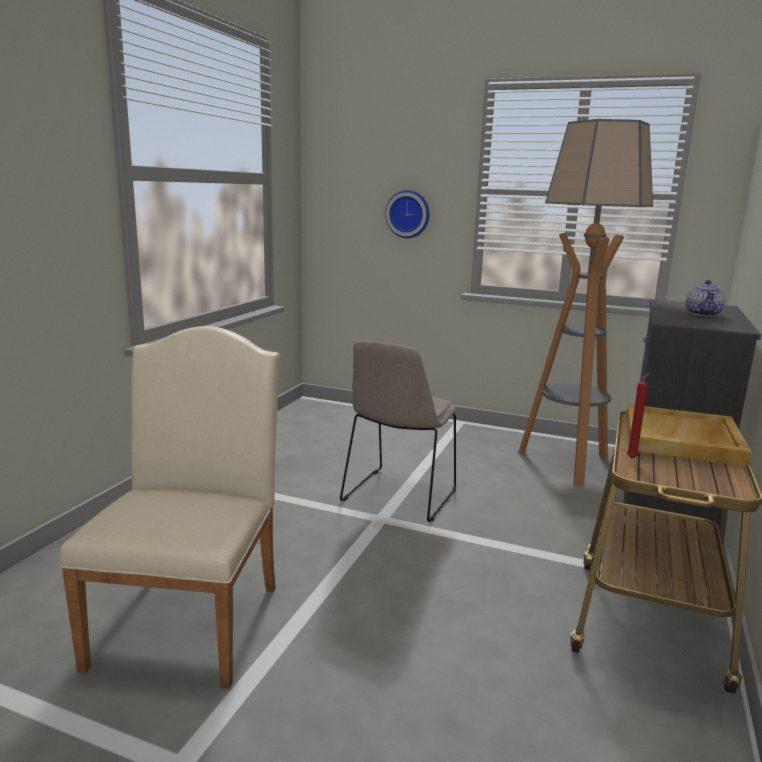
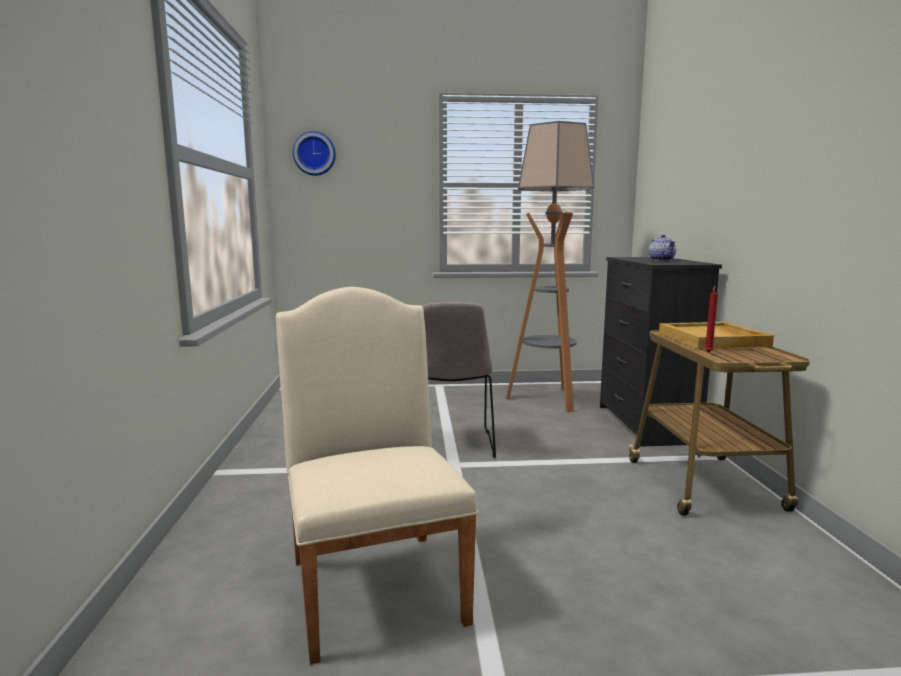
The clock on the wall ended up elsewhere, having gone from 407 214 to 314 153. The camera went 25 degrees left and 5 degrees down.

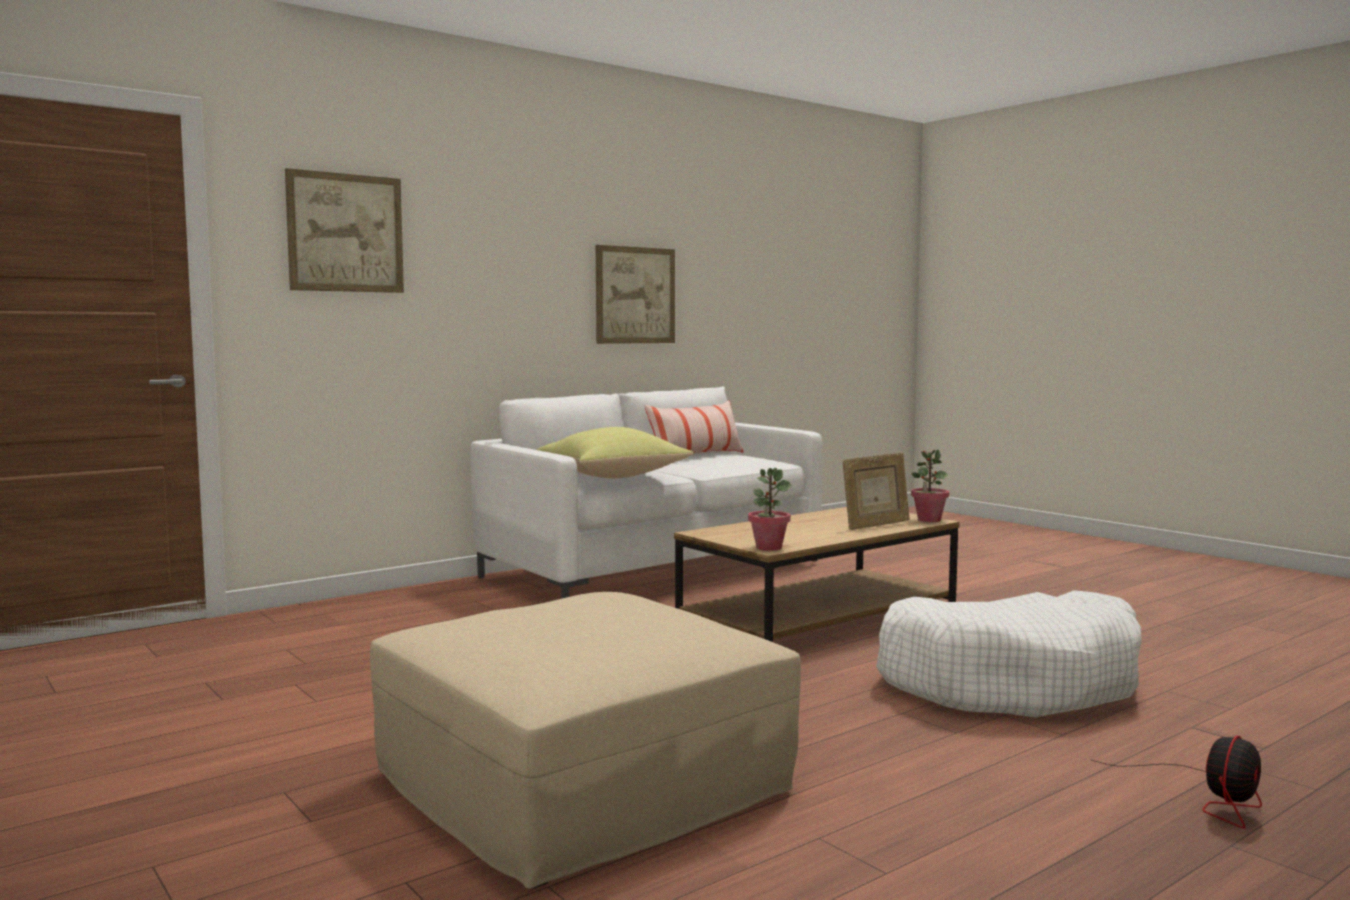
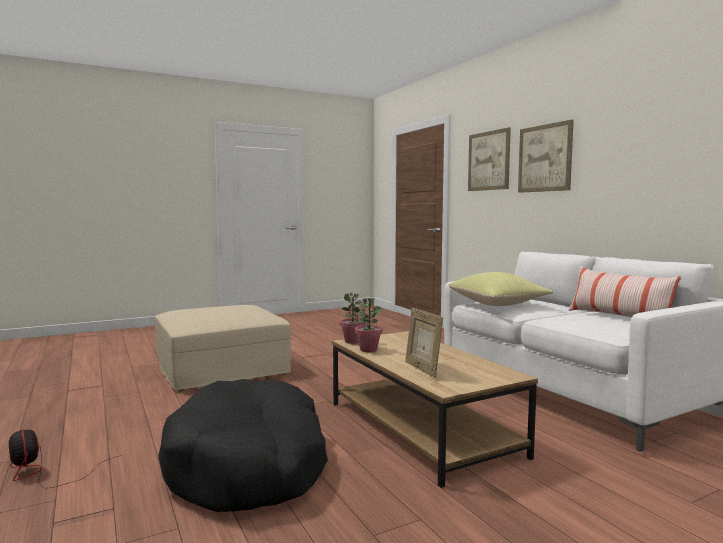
What was the whitish dog cushion at 1008 654 turned into the black dog cushion at 243 445. The plant in a pot ended up elsewhere, having gone from 930 486 to 369 325. The picture ended up elsewhere, having gone from 635 294 to 546 156. The camera went 100 degrees right and 0 degrees up.

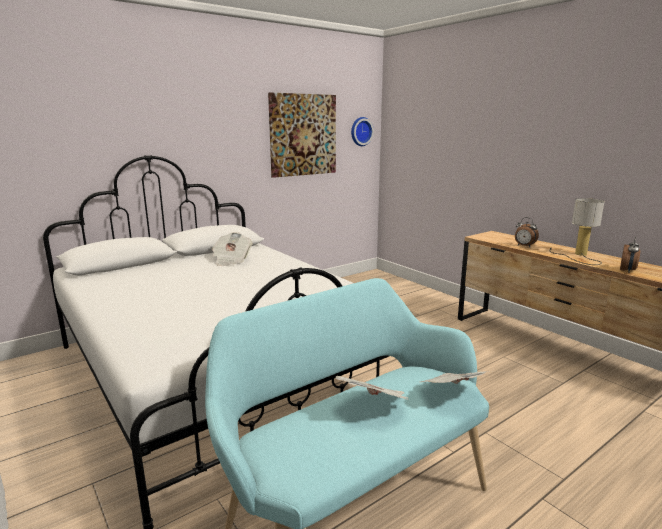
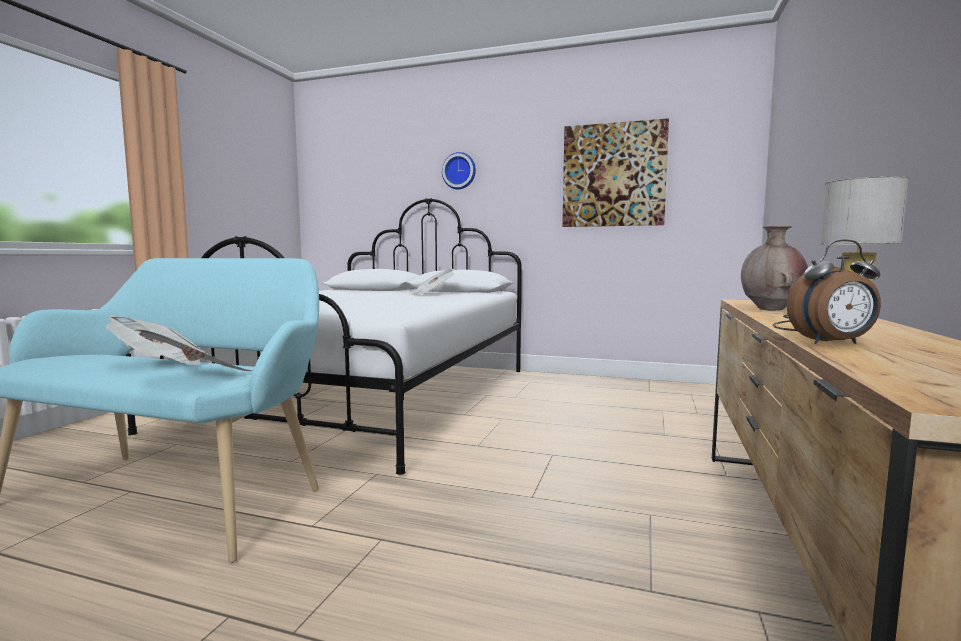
The clock on the wall ended up elsewhere, having gone from 362 131 to 459 170. Where the alarm clock stood at 527 232, the brown flower vase came to stand at 774 268. The camera went 55 degrees right and 10 degrees down.

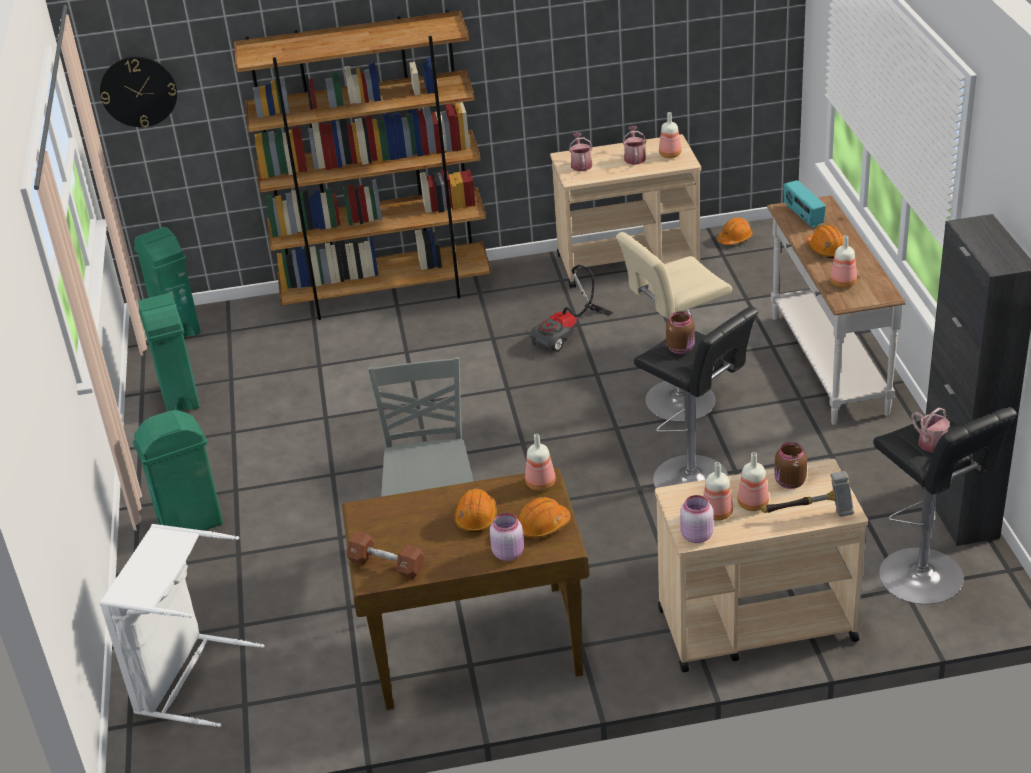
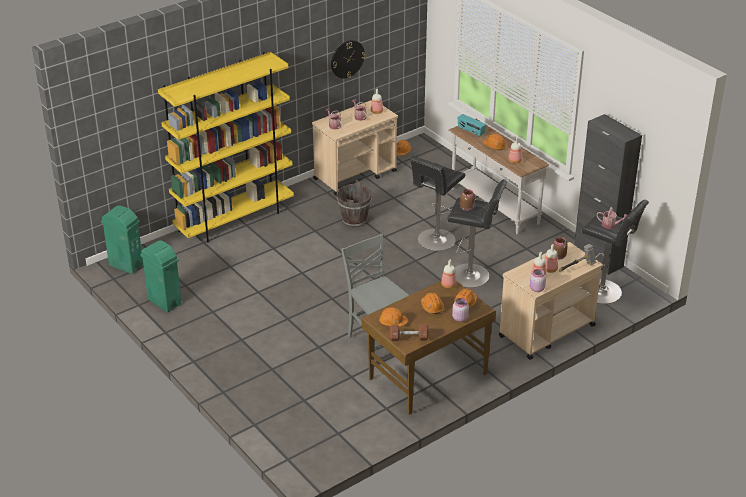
What was the brown bookcase at 362 164 turned into the yellow bookcase at 226 147. The clock on the wall ended up elsewhere, having gone from 138 92 to 348 59. Where the hoover stood at 571 309, the brown bucket came to stand at 354 204. The second view gained the orangey safety helmet at 393 317. What was the beige stool at 673 327 turned into the black stool at 437 203. The second view lost the whitish washing basket at 182 625. The second view lost the green-coloured trash can at 178 470. The camera went 30 degrees left and 0 degrees up.

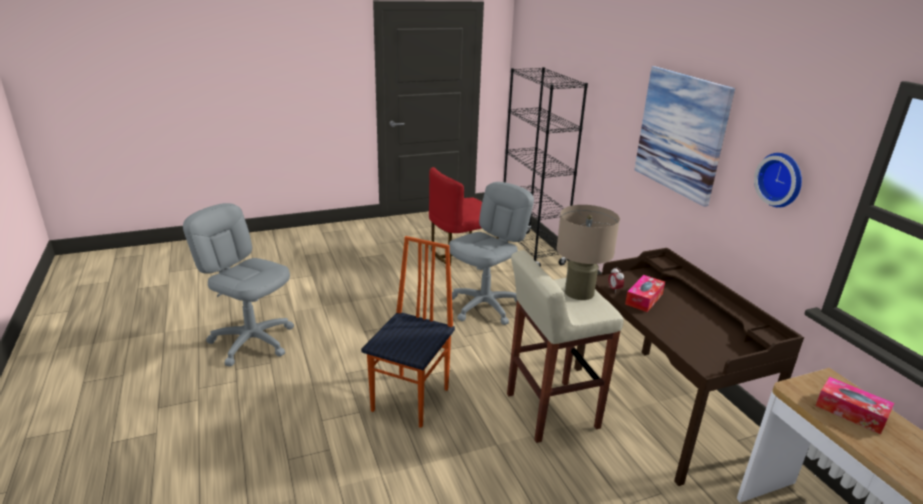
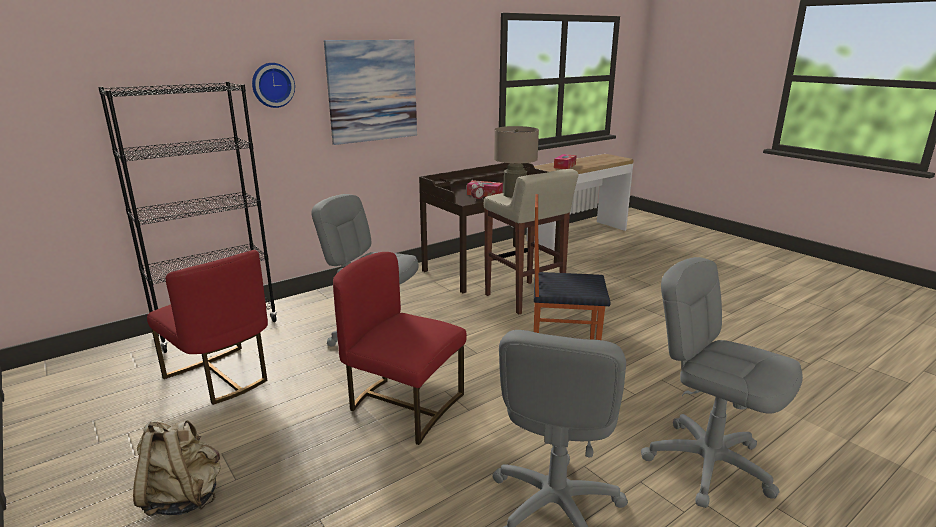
The second view gained the beige backpack at 177 468. The clock on the wall ended up elsewhere, having gone from 778 180 to 273 85. The second view gained the red upright chair at 400 348. The second view gained the grey office chair at 722 382. The camera went 105 degrees left and 5 degrees down.

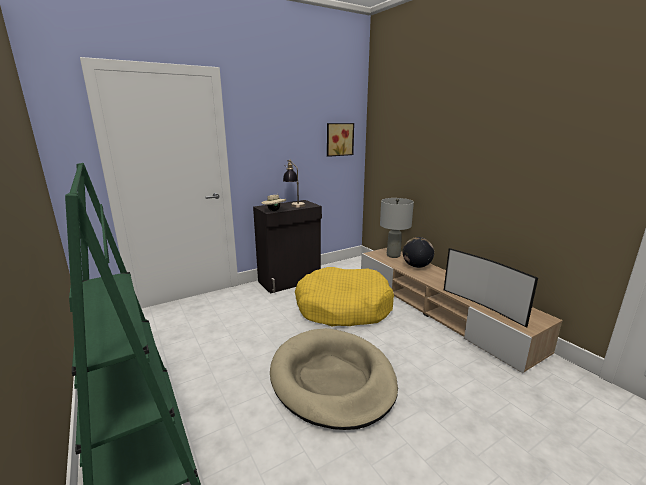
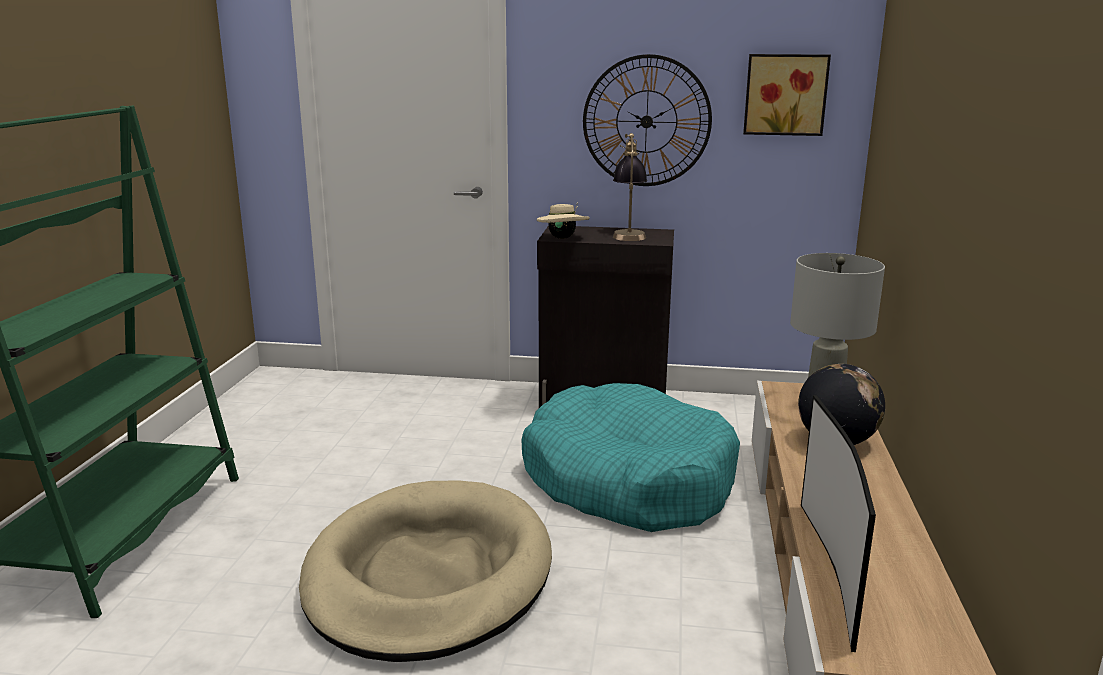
What was the yellow dog cushion at 344 297 turned into the turquoise-coloured dog cushion at 630 457. The second view gained the clock on the wall at 647 120. The camera went 40 degrees right and 0 degrees up.

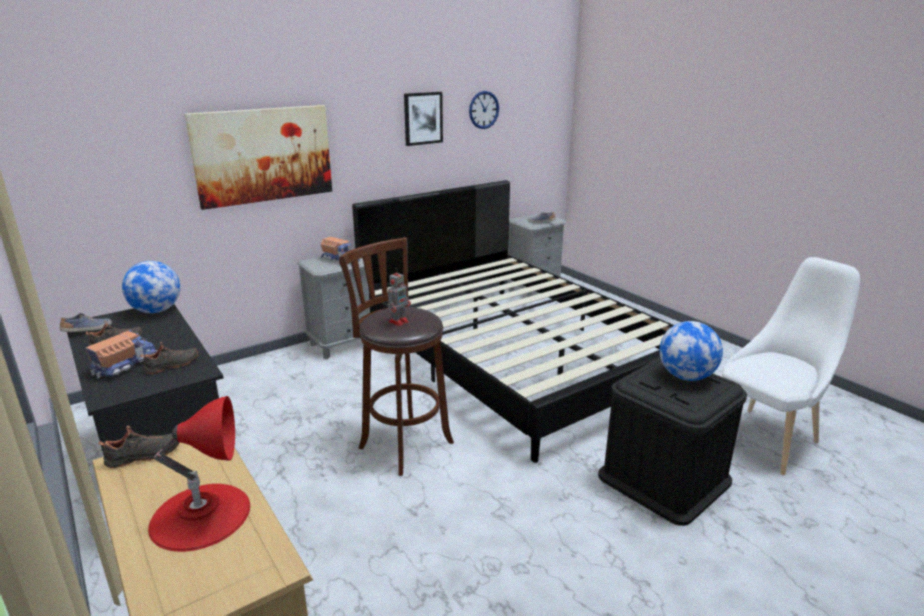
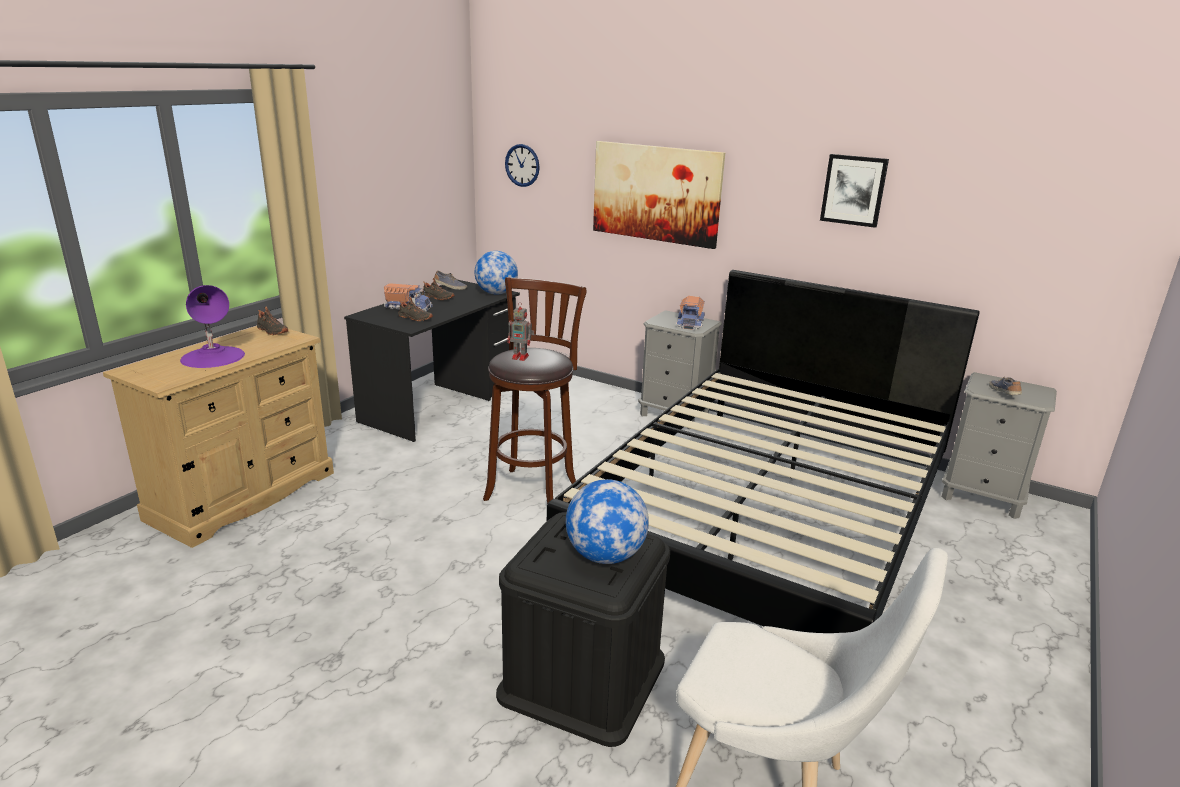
What was the red lamp for a table at 199 474 turned into the purple lamp for a table at 212 326. The clock on the wall ended up elsewhere, having gone from 484 110 to 522 165. The camera went 65 degrees right and 0 degrees up.

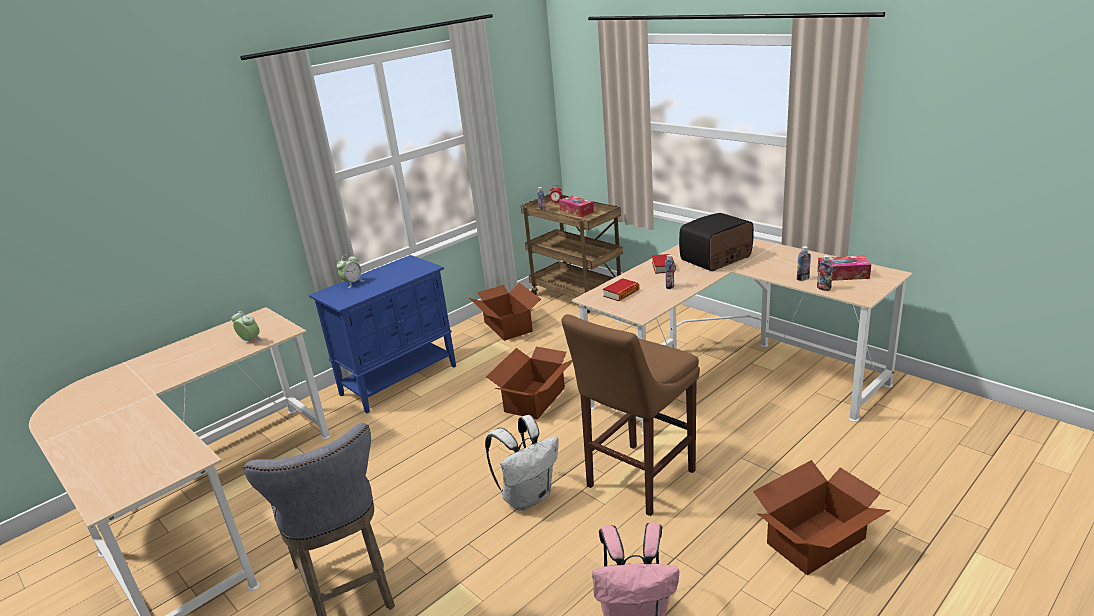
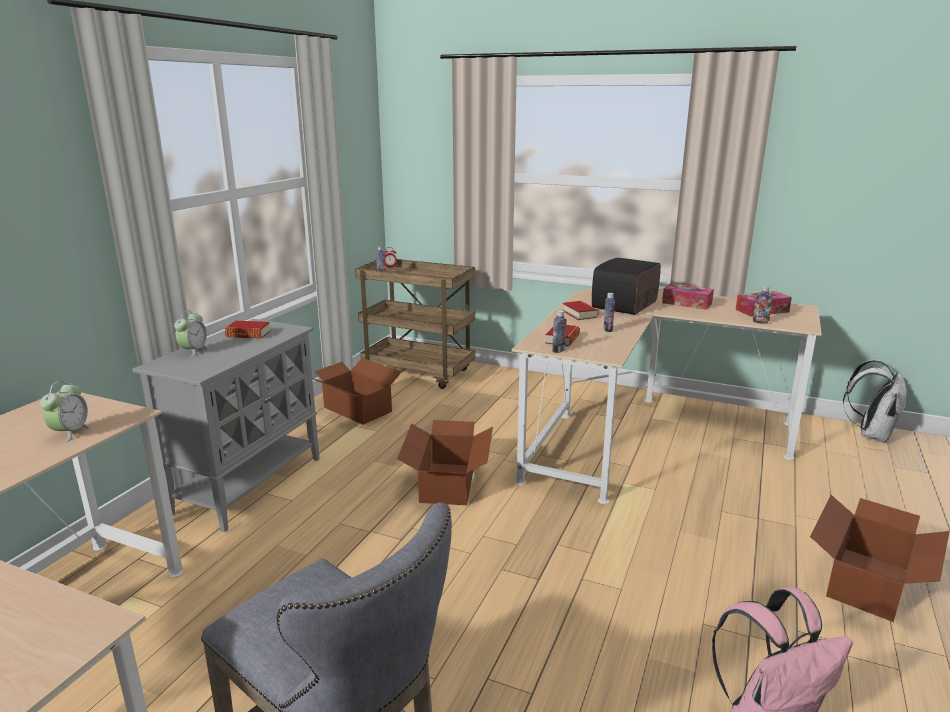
The alarm clock at 247 326 ended up facing another way, 90 degrees clockwise from before. What was the blue-coloured cabinet at 382 334 turned into the grey cabinet at 226 425. The second view gained the book at 248 330. The drink bottle ended up elsewhere, having gone from 804 263 to 559 331. The tissue box ended up elsewhere, having gone from 576 206 to 688 297. The whitish backpack ended up elsewhere, having gone from 522 463 to 875 401. The second view lost the brown stool at 631 415. The camera went 25 degrees left and 5 degrees down.

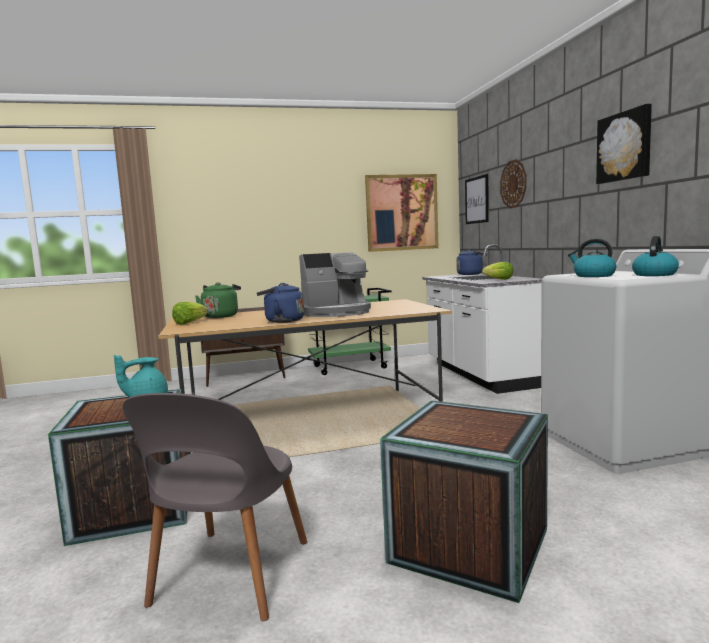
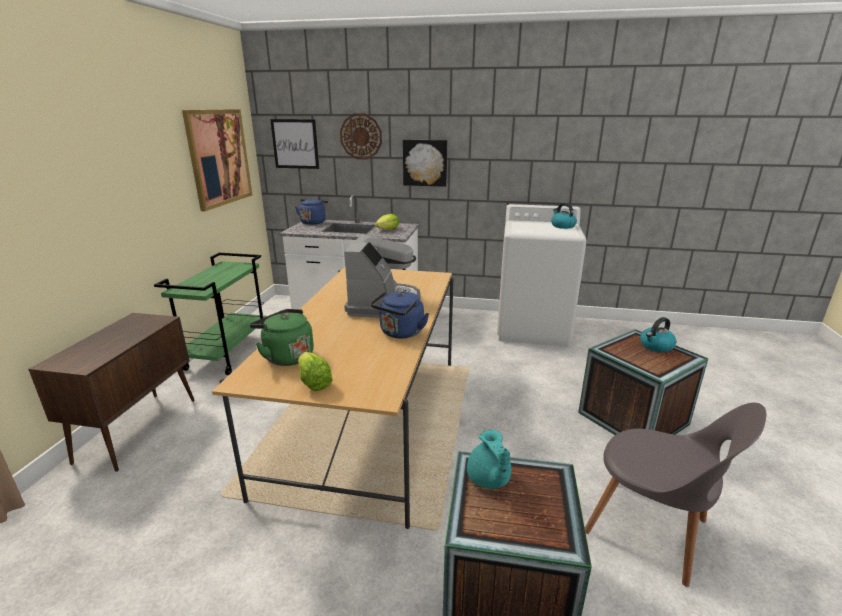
The picture ended up elsewhere, having gone from 624 144 to 425 163. The water kettle ended up elsewhere, having gone from 592 258 to 658 334. The camera went 65 degrees left and 15 degrees up.

